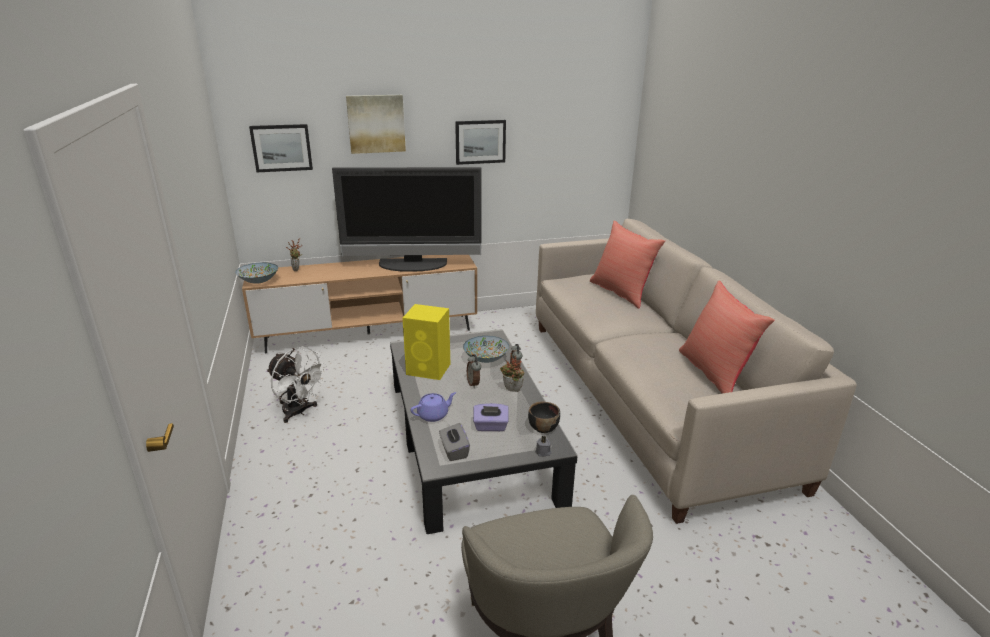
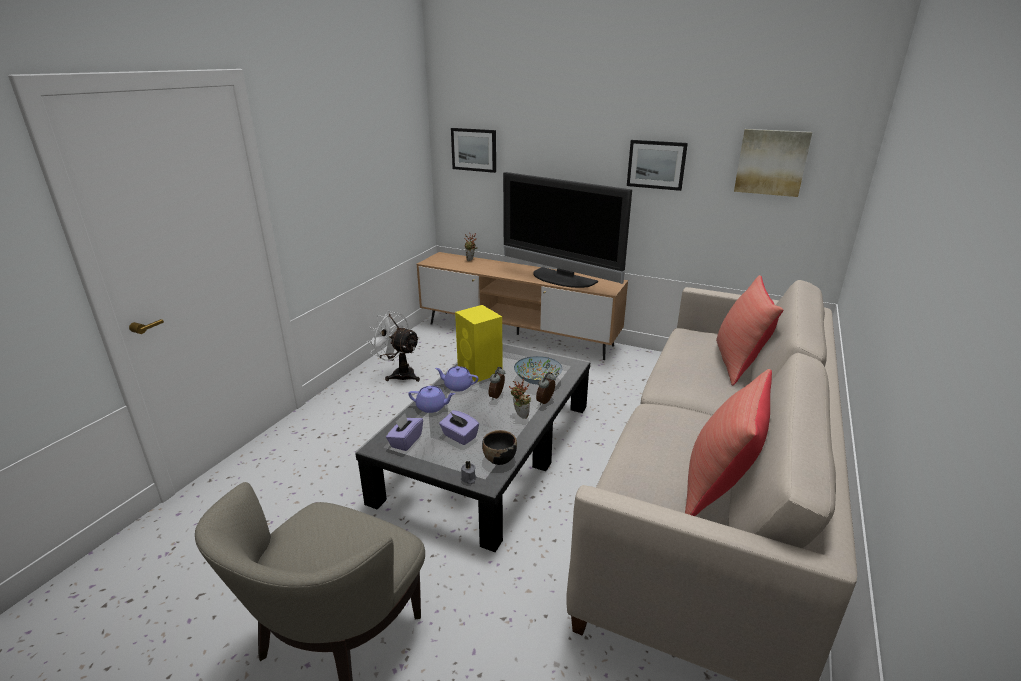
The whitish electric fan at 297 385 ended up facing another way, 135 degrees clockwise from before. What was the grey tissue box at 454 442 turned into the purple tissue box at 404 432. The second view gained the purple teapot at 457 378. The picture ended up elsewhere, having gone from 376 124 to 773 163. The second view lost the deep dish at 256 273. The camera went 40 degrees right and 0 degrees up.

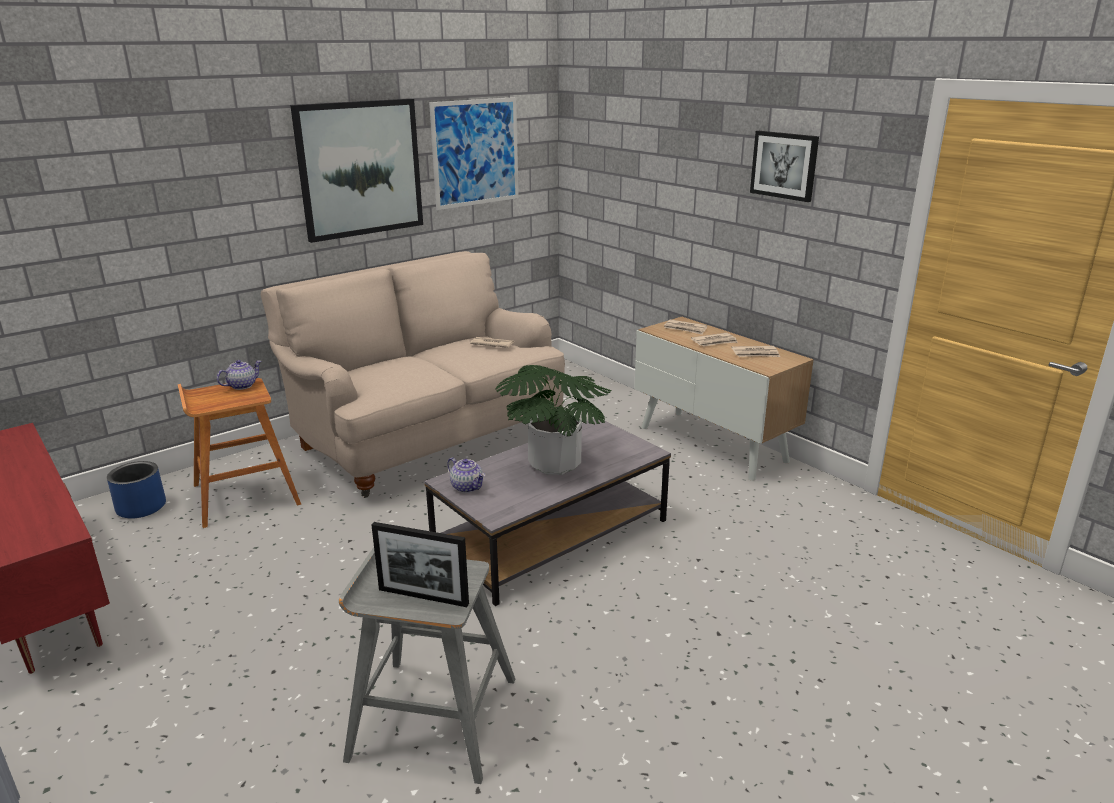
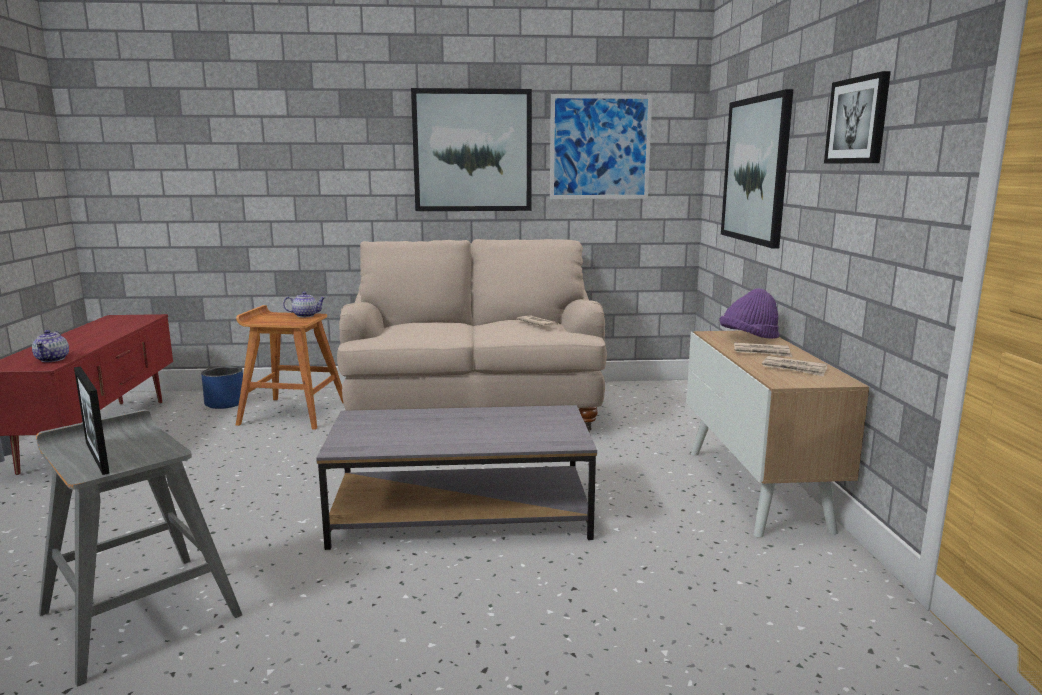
The teapot ended up elsewhere, having gone from 466 475 to 50 346. Where the printed paper stood at 685 327, the purple hat came to stand at 749 313. The second view gained the picture at 757 168. The second view lost the plant in a pot at 553 420. The camera went 35 degrees right and 10 degrees down.

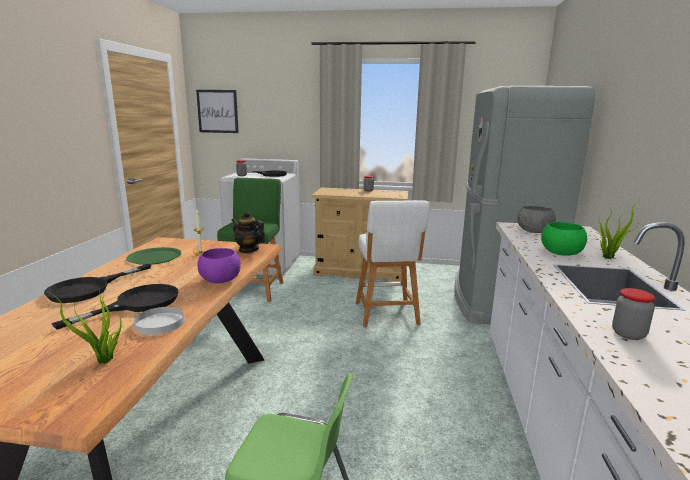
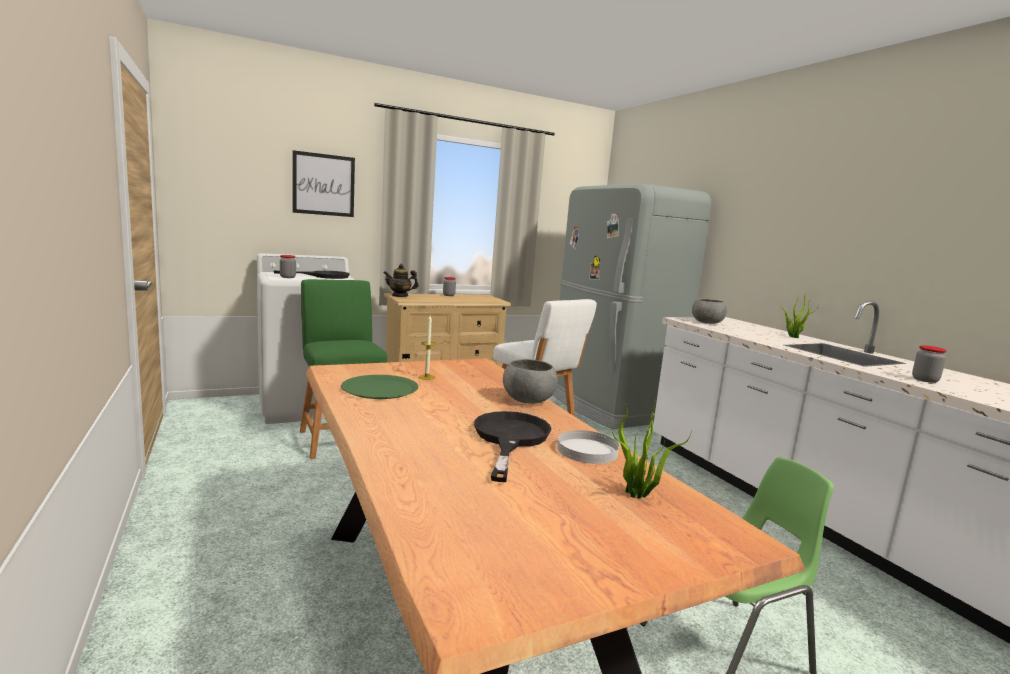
The picture ended up elsewhere, having gone from 217 111 to 324 183. The teapot ended up elsewhere, having gone from 248 232 to 401 280. What was the purple deep dish at 219 265 turned into the grey deep dish at 530 381. The second view lost the black pan at 97 283. The second view lost the green-coloured deep dish at 564 239. The camera went 35 degrees left and 5 degrees down.

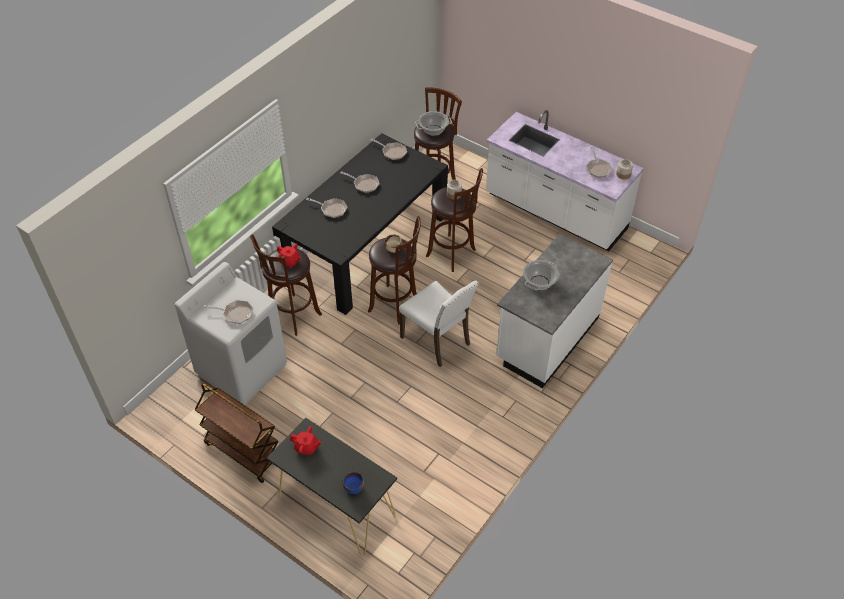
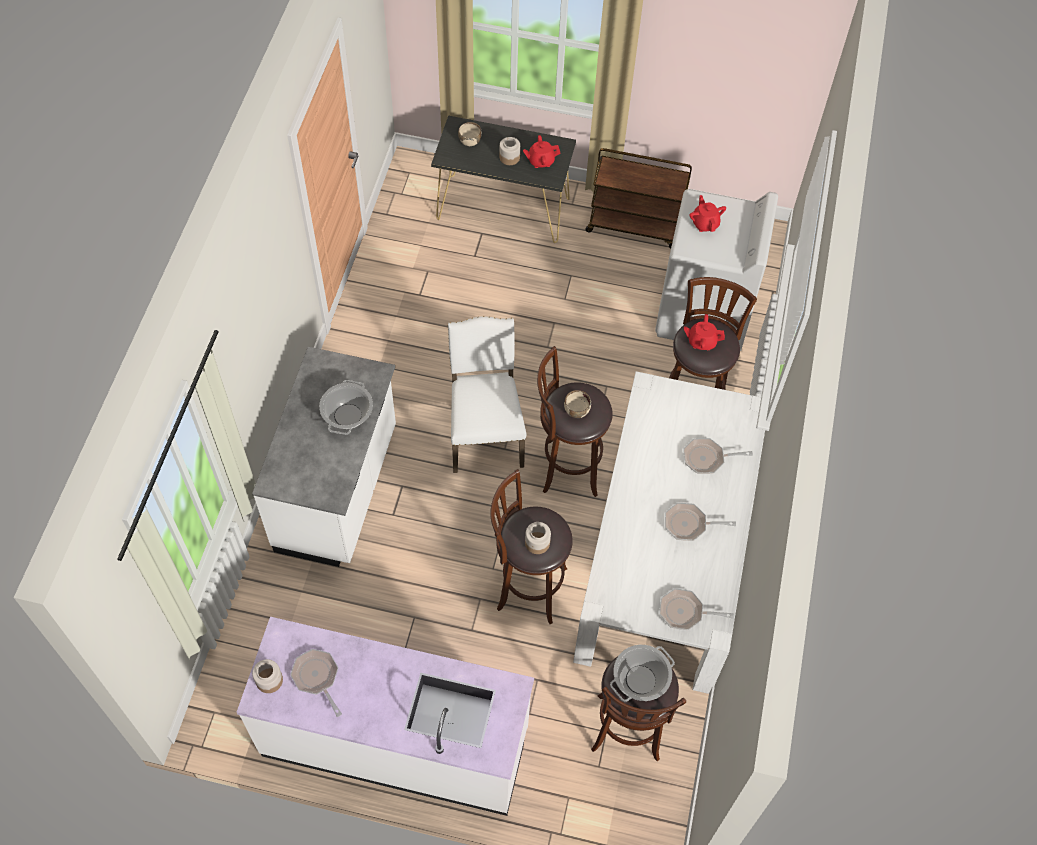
The whitish upright chair at 439 323 ended up facing another way, 60 degrees clockwise from before. What was the blue-coloured deep dish at 353 482 turned into the beige deep dish at 470 134. The second view gained the jar at 509 151. What was the black dining table at 360 224 turned into the whitish dining table at 669 532. Where the pan stood at 228 312, the red teapot came to stand at 707 213. The camera went 155 degrees right and 10 degrees up.

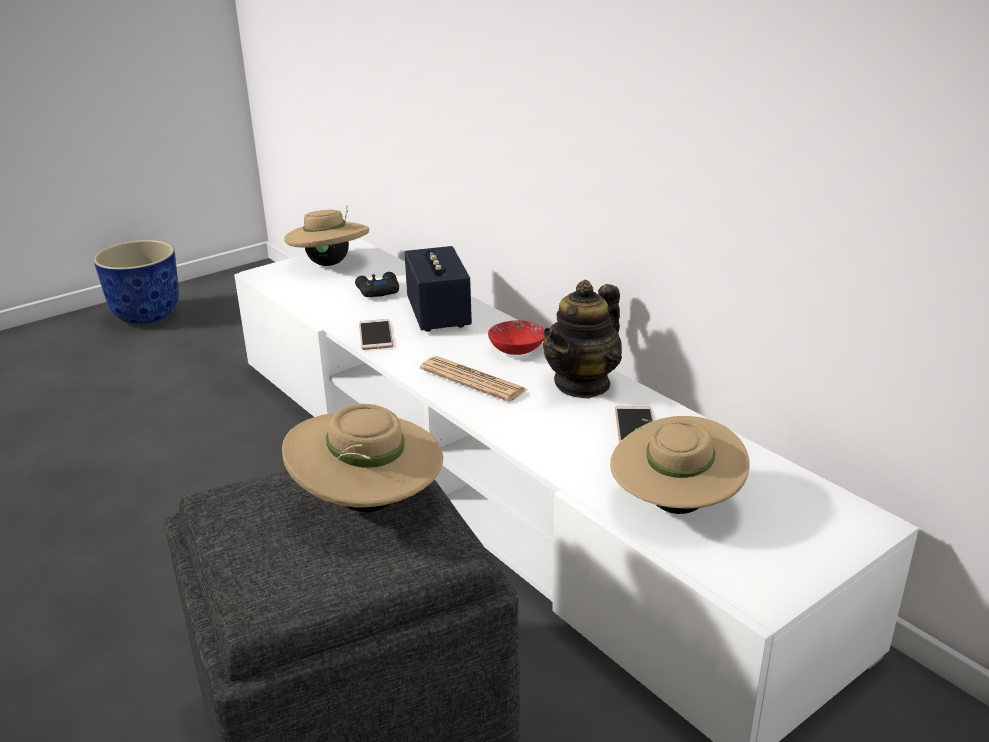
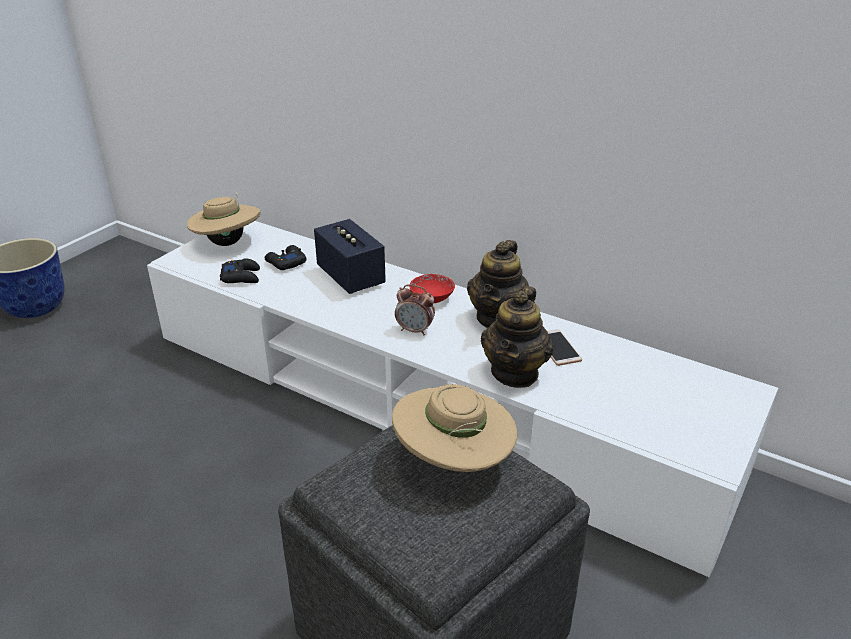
The second view gained the black gamepad at 240 271. Where the printed paper stood at 474 379, the alarm clock came to stand at 415 310. The second view gained the teapot at 517 337. The second view lost the handset at 376 334. The second view lost the beige hat at 680 465. The camera went 20 degrees left and 5 degrees up.

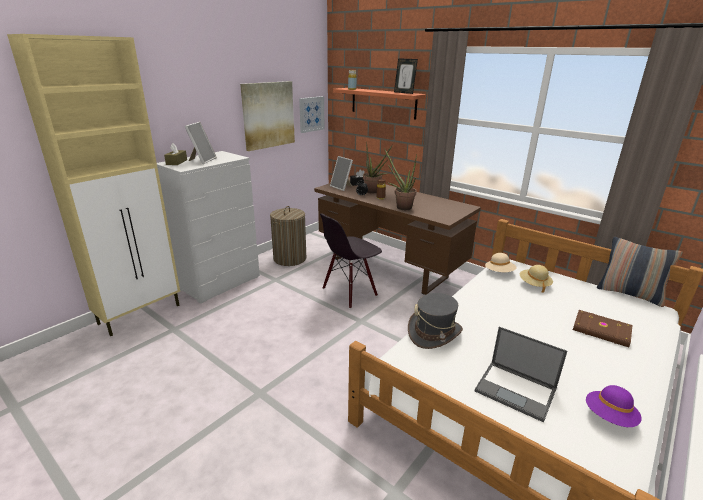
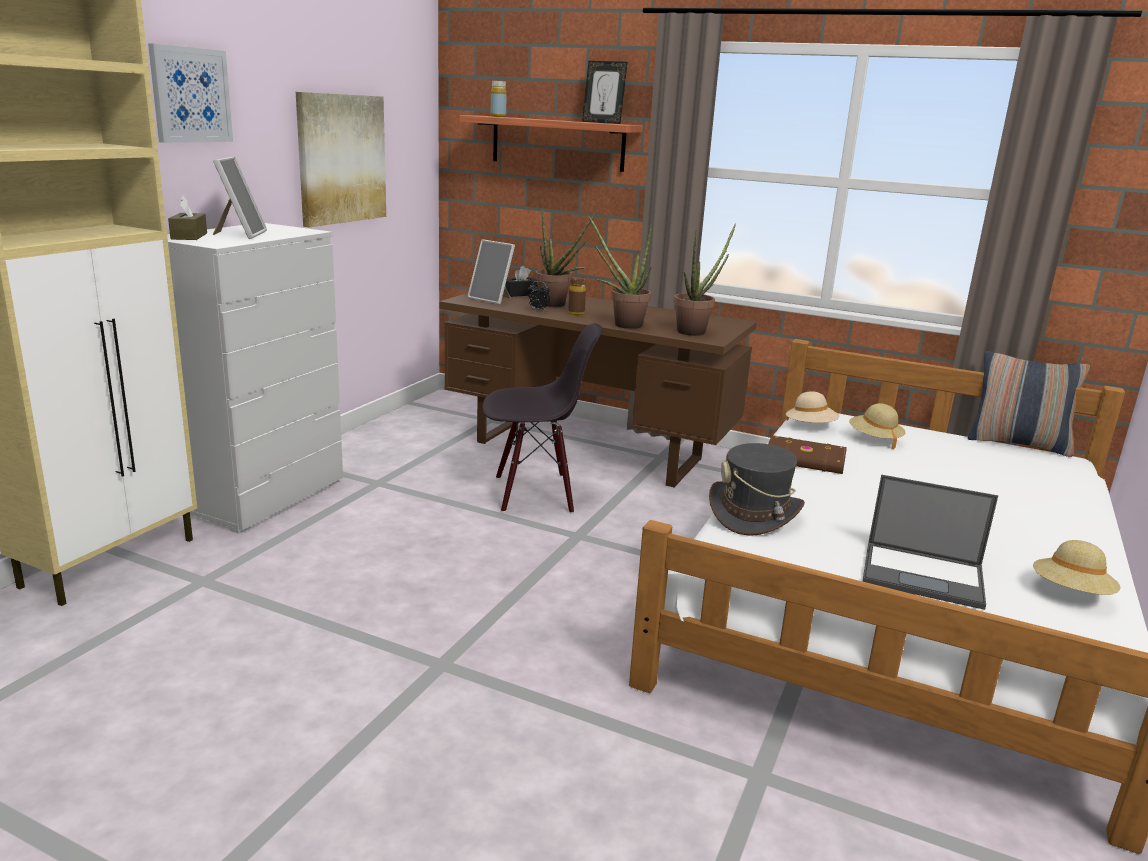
The picture ended up elsewhere, having gone from 312 114 to 190 93. The black upright chair at 351 261 ended up facing another way, 135 degrees counterclockwise from before. The second view gained the plant in a pot at 704 280. The brown book ended up elsewhere, having gone from 602 328 to 807 454. What was the purple hat at 614 406 turned into the beige hat at 1076 567. The second view lost the washing basket at 288 236. The camera went 15 degrees left and 5 degrees down.

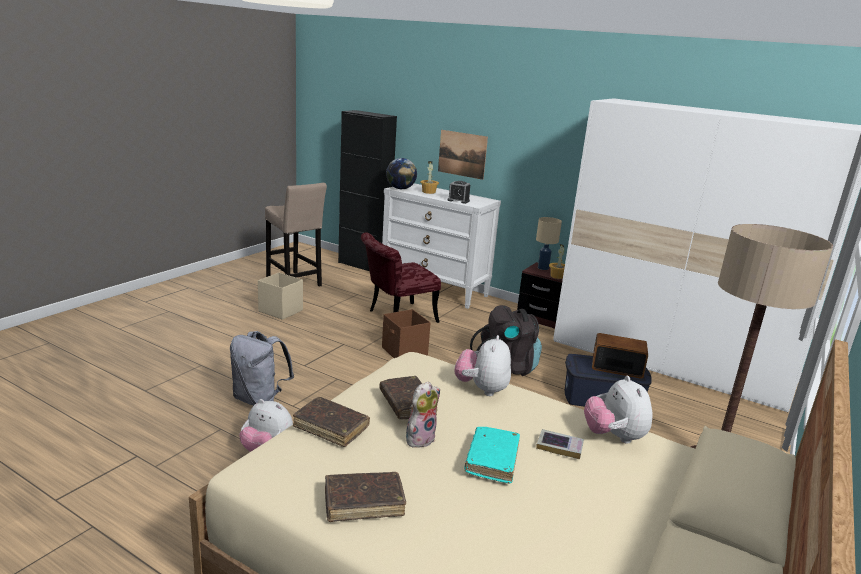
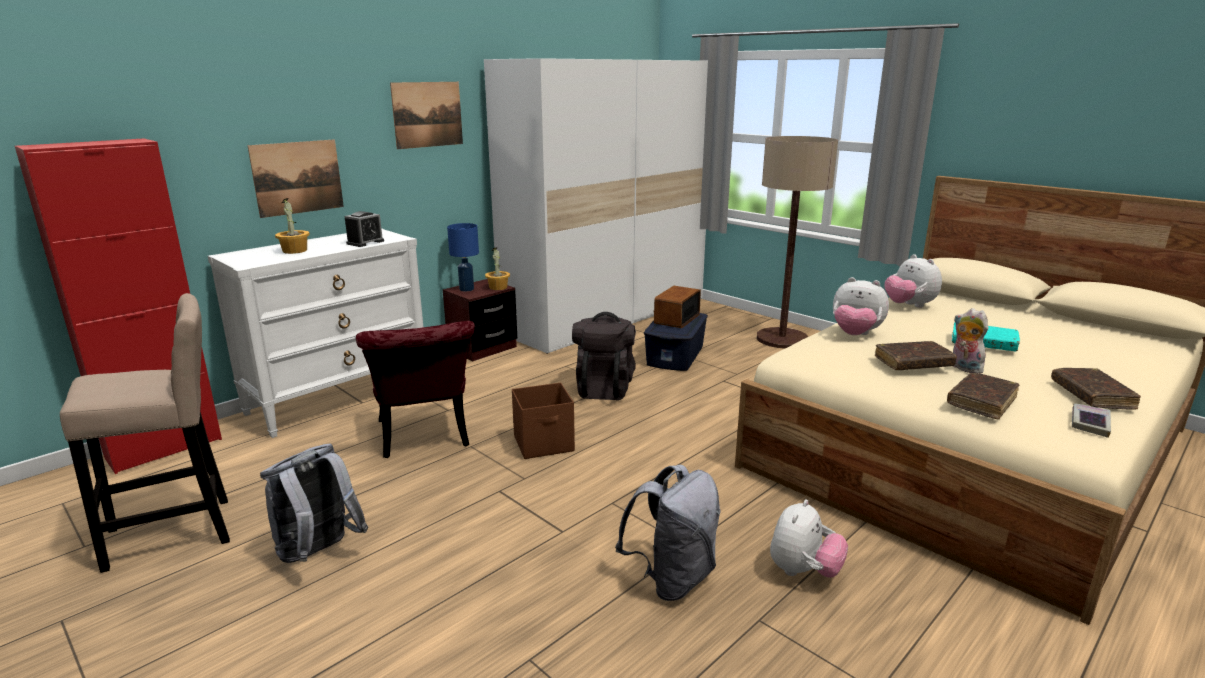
What was the black cabinet at 367 190 turned into the red cabinet at 118 306. Where the beige storage bin stood at 280 296, the grey backpack came to stand at 314 503. The second view gained the picture at 426 115. What was the beige lamp for a table at 549 243 turned into the blue-coloured lamp for a table at 463 257. The soft toy at 618 410 ended up facing another way, 60 degrees clockwise from before. The book ended up elsewhere, having gone from 560 444 to 1091 420. The second view lost the desk globe at 401 173. The camera went 75 degrees left and 0 degrees up.

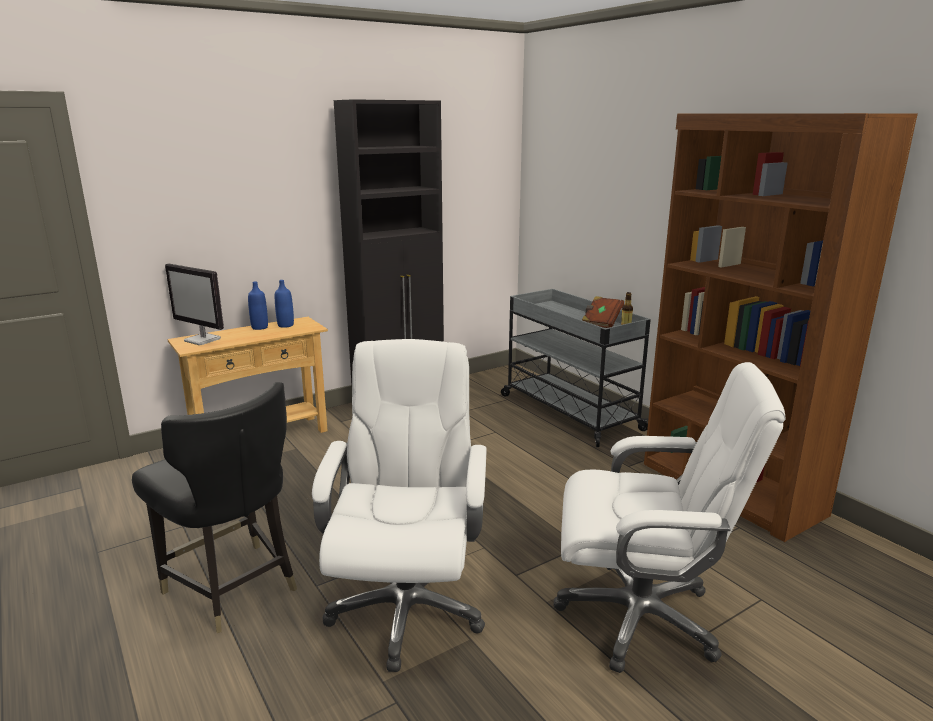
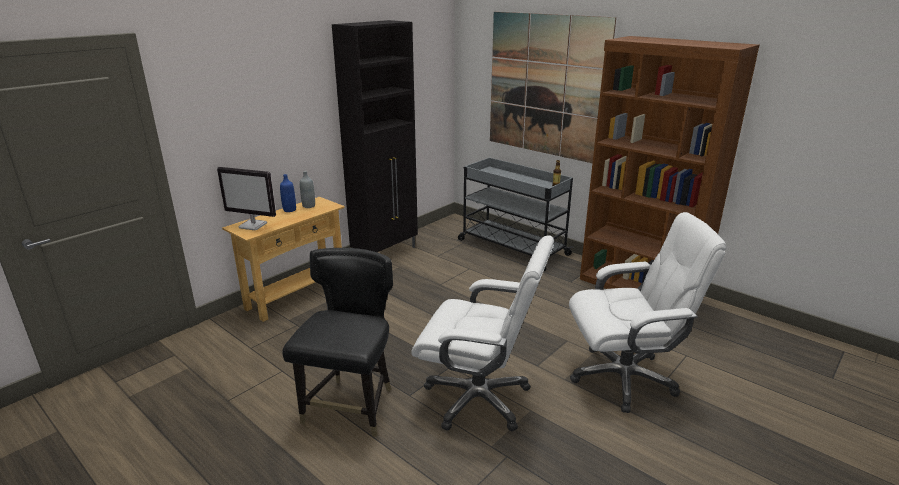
The black upright chair at 214 507 ended up facing another way, 105 degrees counterclockwise from before. What was the blue-coloured drink bottle at 284 304 turned into the grey drink bottle at 307 189. The whitish office chair at 399 505 ended up facing another way, 120 degrees clockwise from before. The second view gained the picture at 553 87. The second view lost the brown book at 603 312. The camera went 15 degrees left and 5 degrees up.

